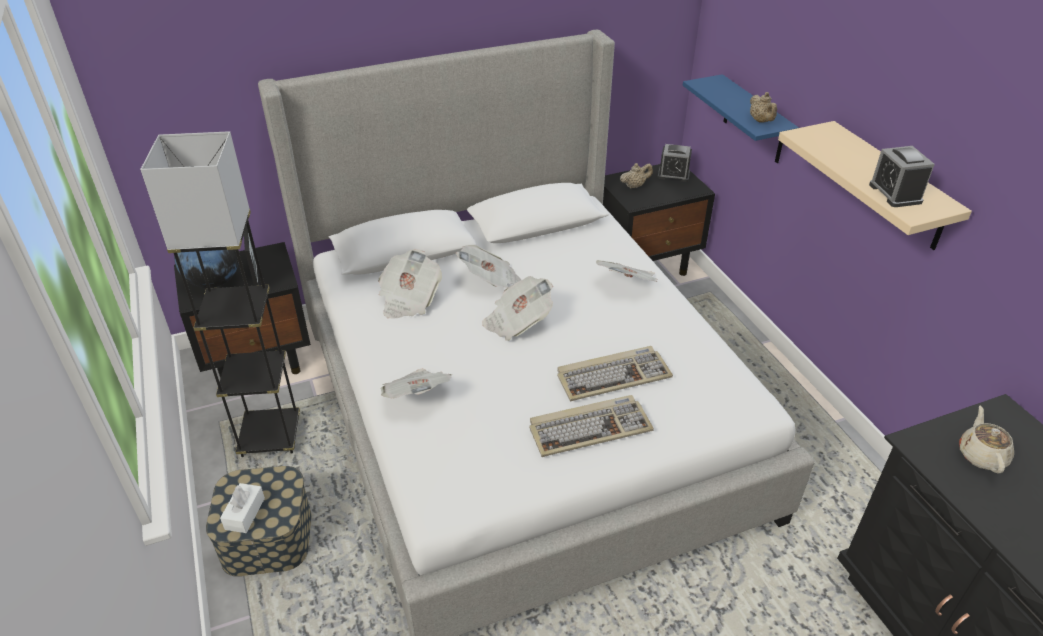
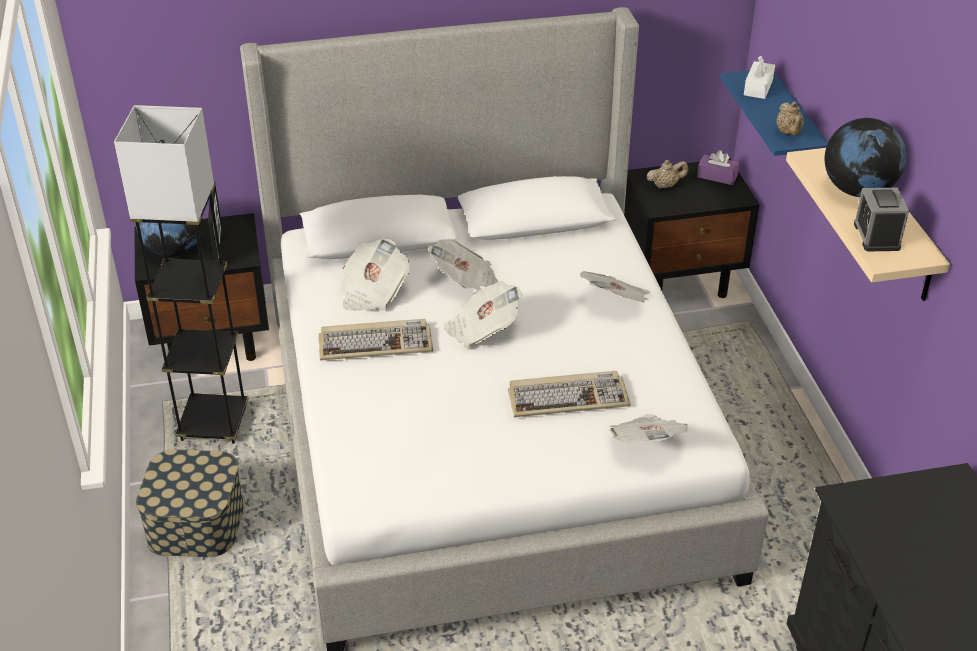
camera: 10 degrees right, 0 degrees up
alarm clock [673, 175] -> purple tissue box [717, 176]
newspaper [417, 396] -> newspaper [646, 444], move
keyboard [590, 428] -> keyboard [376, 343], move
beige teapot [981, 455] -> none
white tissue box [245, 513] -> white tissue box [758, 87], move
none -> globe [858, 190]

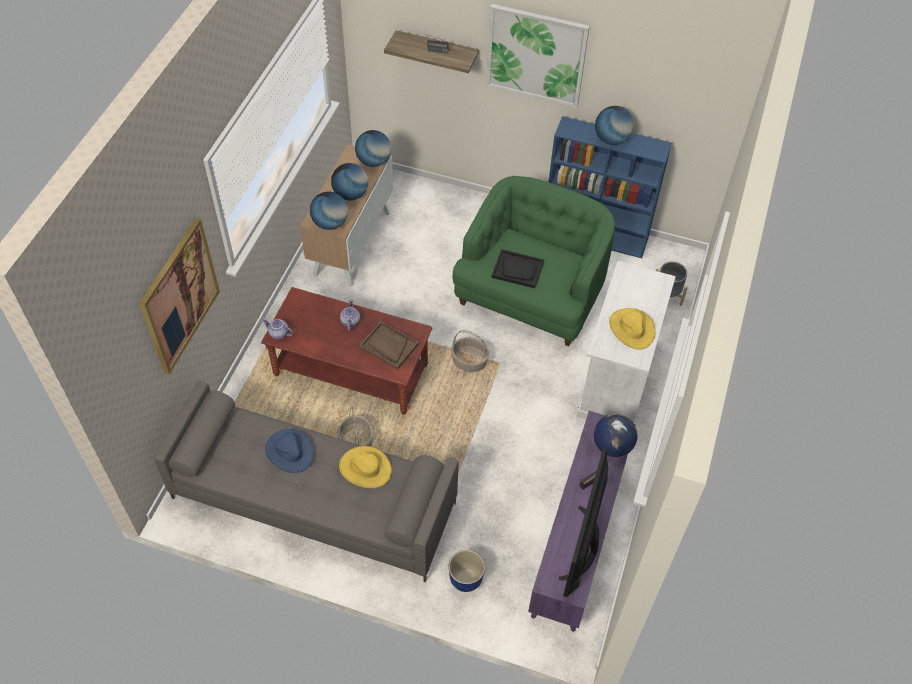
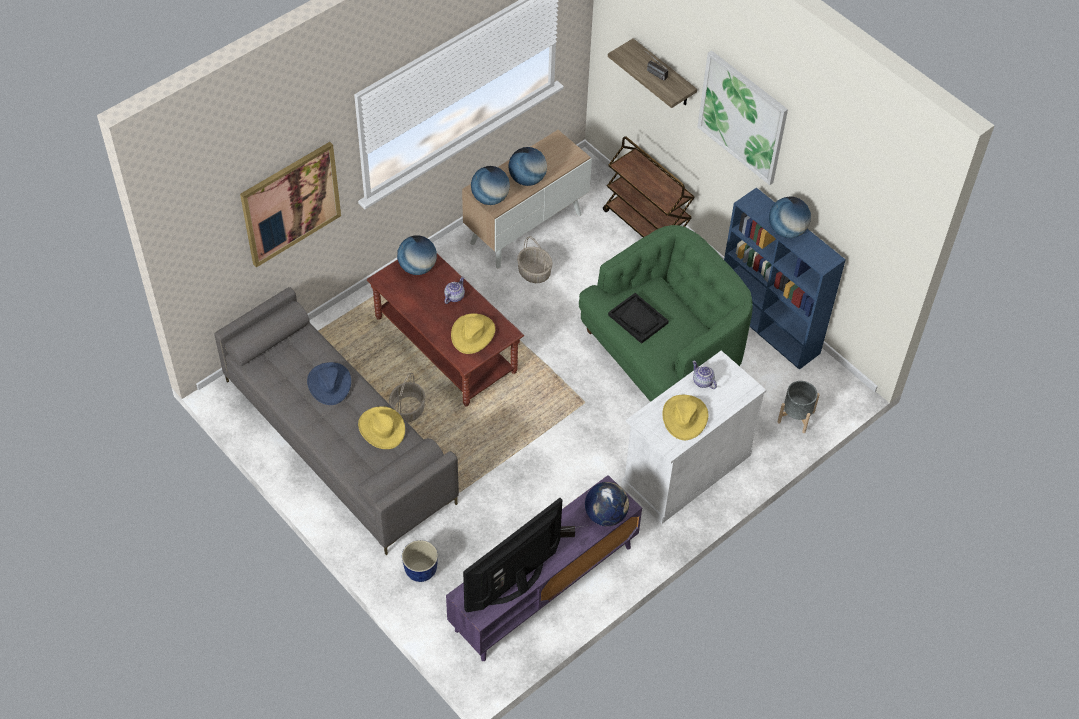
camera: 30 degrees right, 0 degrees up
globe [373, 161] -> globe [417, 267], move
teapot [278, 334] -> teapot [702, 381], move
brown tray [388, 346] -> yellow hat [473, 334]
basket [469, 361] -> basket [534, 272], move
none -> brown cart [646, 227]

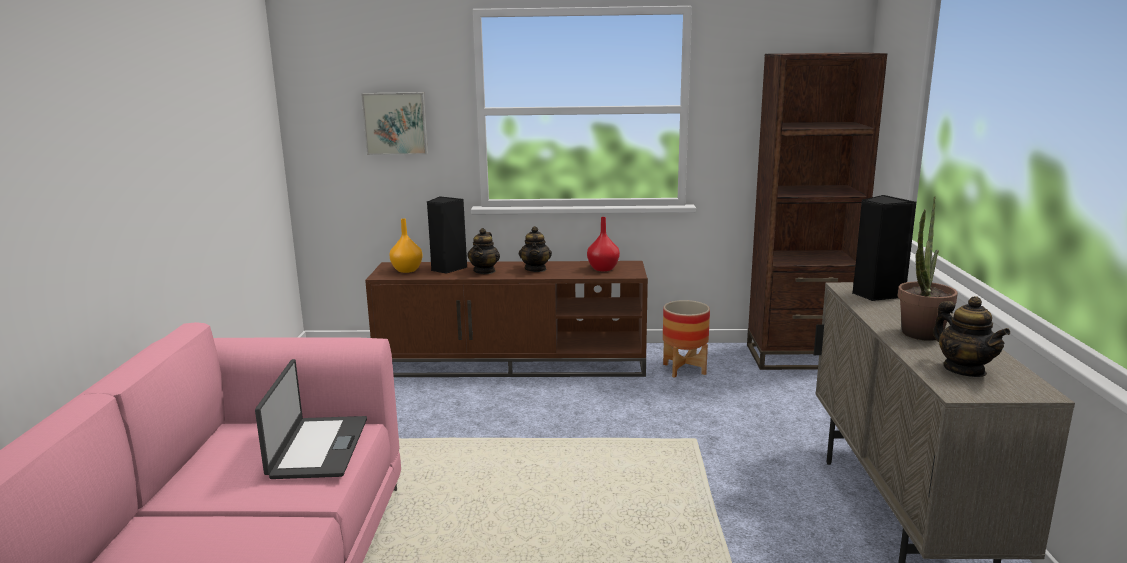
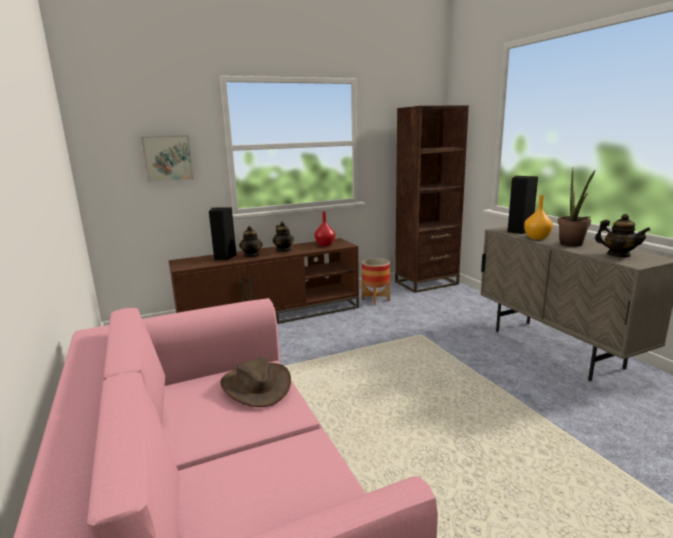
camera: 25 degrees left, 0 degrees up
orange vase [407, 270] -> orange vase [537, 238], move
laptop [317, 448] -> brown hat [256, 385]

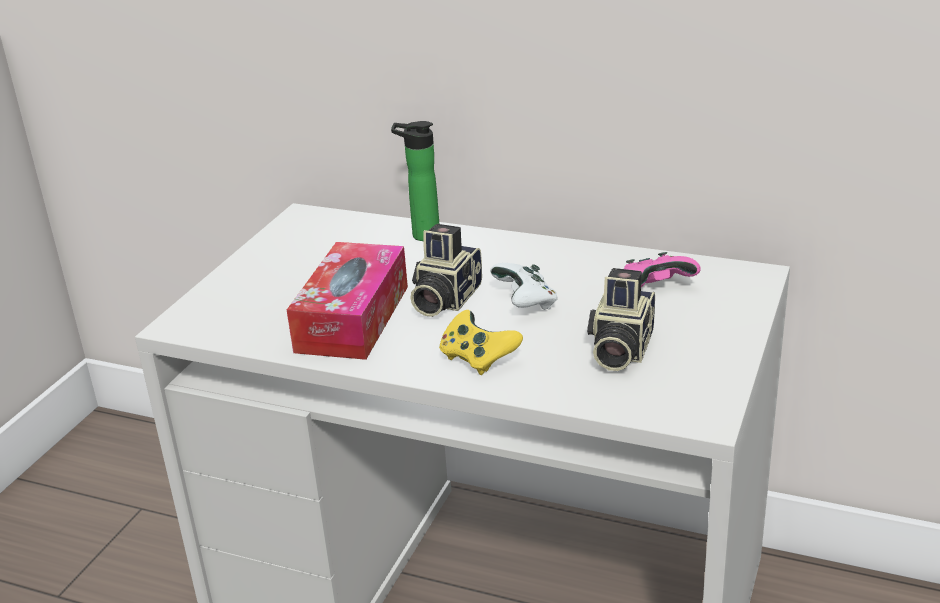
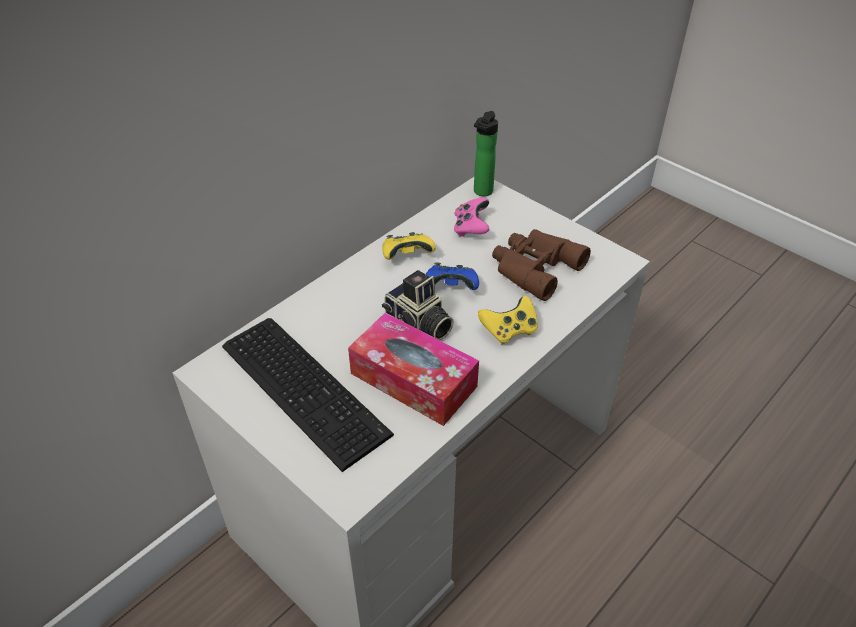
camera: 70 degrees left, 15 degrees up
bottle [421, 235] -> bottle [481, 192], move
white game controller [526, 303] -> blue game controller [451, 287]
photo camera [619, 349] -> brown binoculars [533, 267]
none -> yellow game controller [407, 256]
none -> keyboard [305, 386]

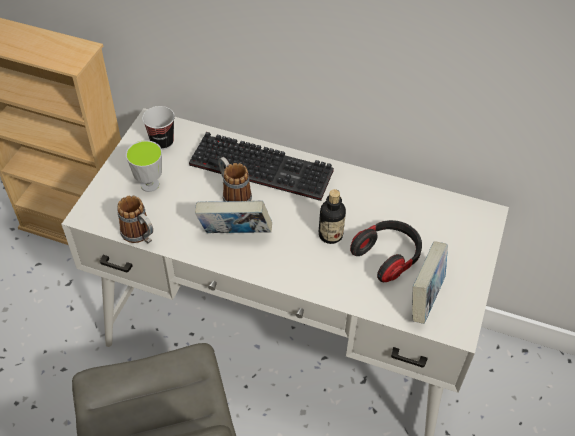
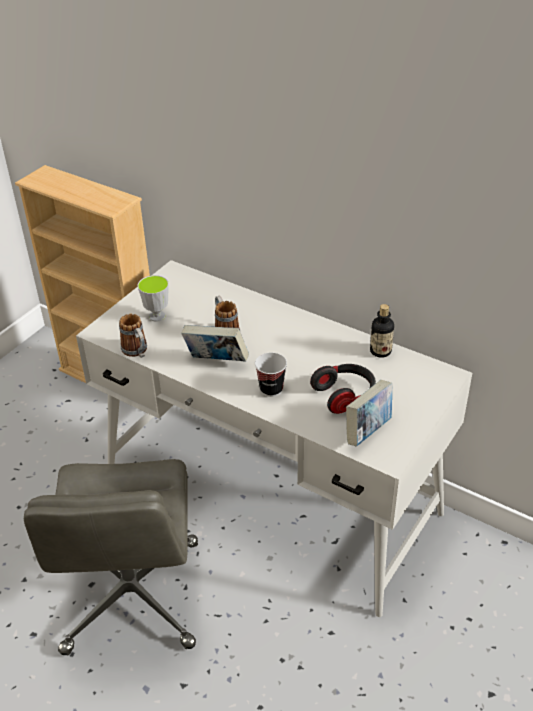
camera: 15 degrees right, 10 degrees down
cup [162, 142] -> cup [271, 389], move
keyboard [264, 167] -> none
bottle [330, 235] -> bottle [380, 351], move

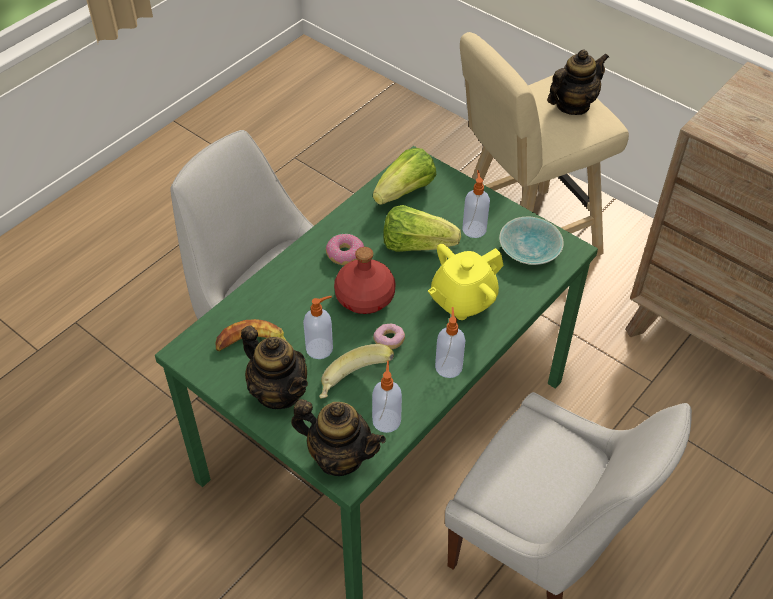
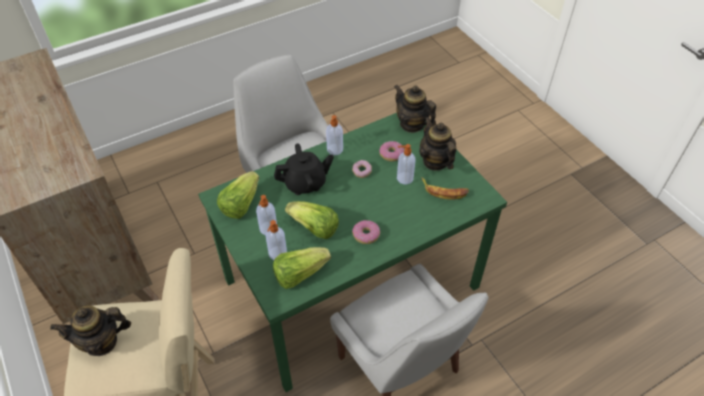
camera: 160 degrees left, 0 degrees up
turquoise bowl [531, 248] -> lettuce [240, 204]
yellow teapot [462, 300] -> black teapot [305, 183]
red bottle [365, 297] -> none
banana [354, 385] -> donut [391, 154]
soap dispenser [386, 420] -> soap dispenser [277, 254], move

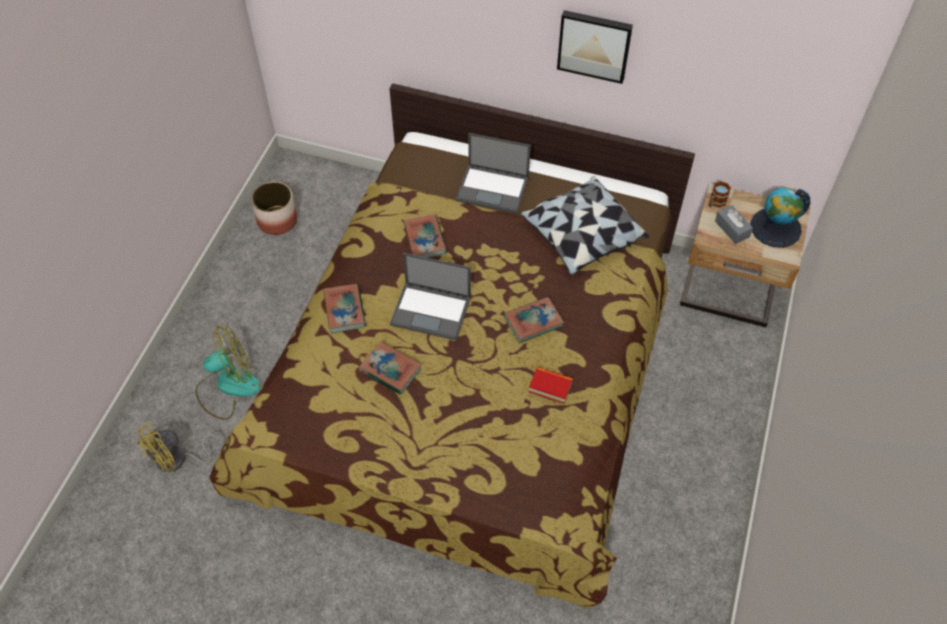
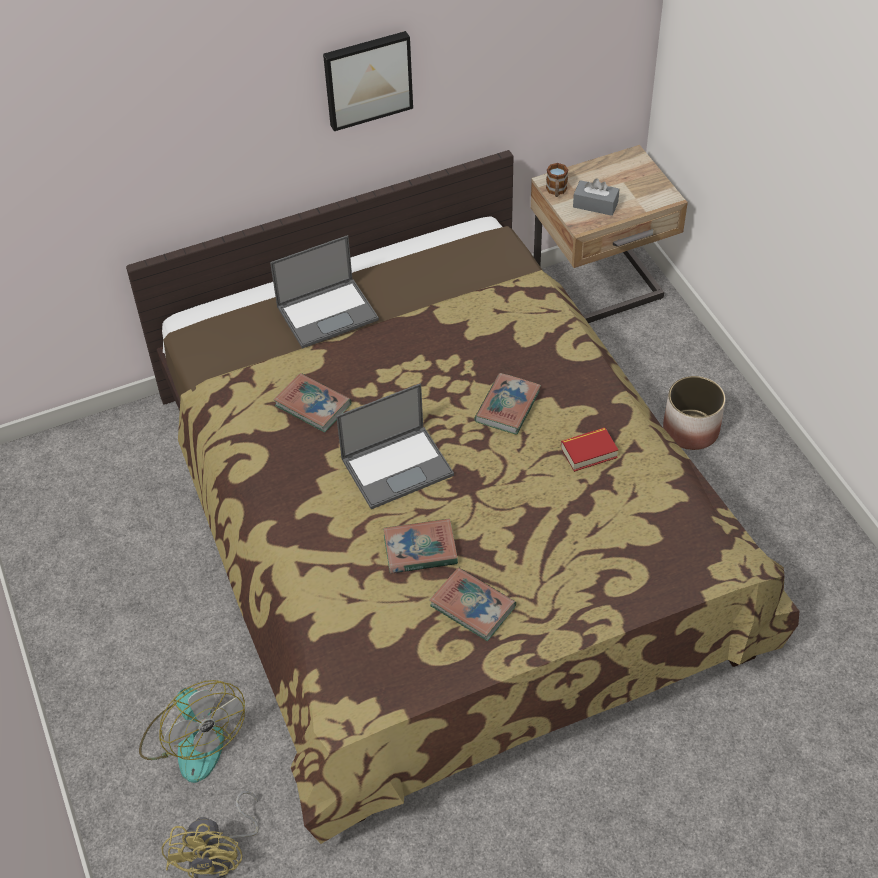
camera: 40 degrees left, 5 degrees down
pillow [581, 236] -> none
planter [277, 221] -> planter [691, 430], move
globe [775, 228] -> none
book [345, 310] -> book [472, 606], move
fan [228, 386] -> fan [193, 739], 120 degrees clockwise

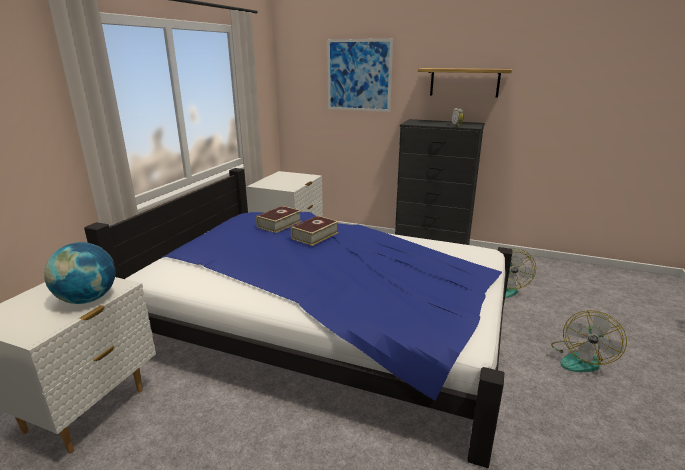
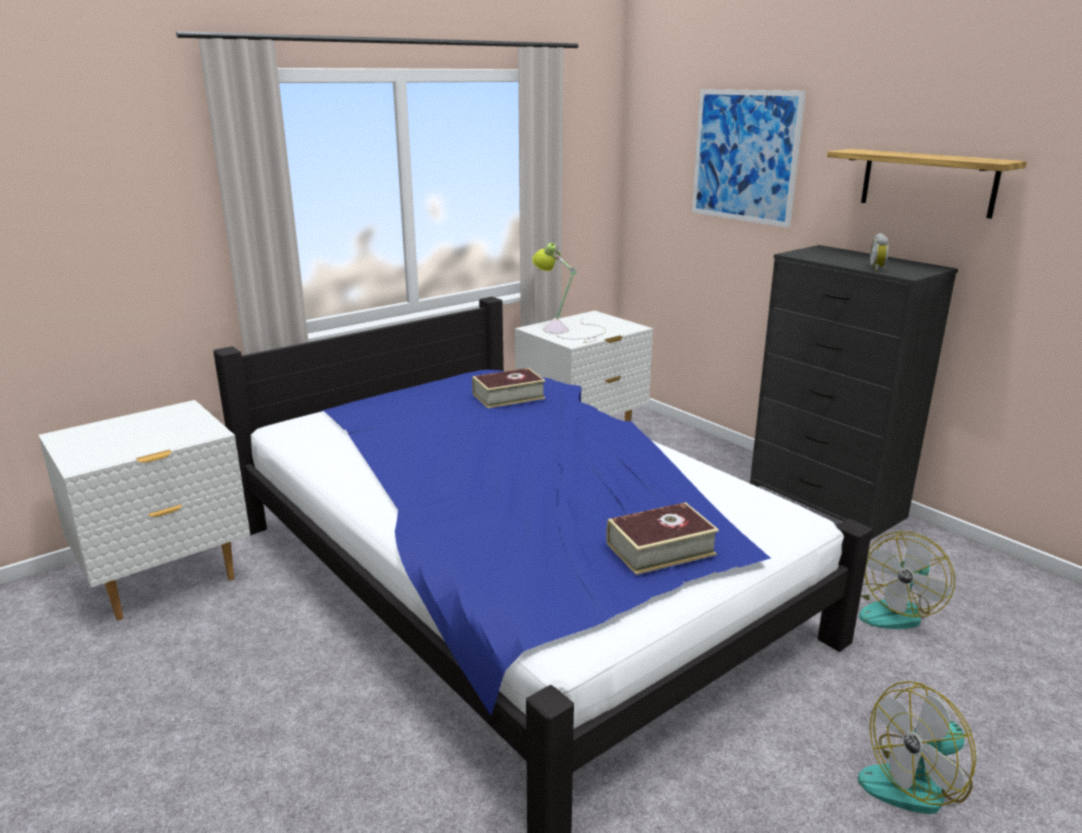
camera: 30 degrees right, 0 degrees up
book [315, 235] -> book [660, 549], move
globe [88, 299] -> none
none -> table lamp [566, 330]

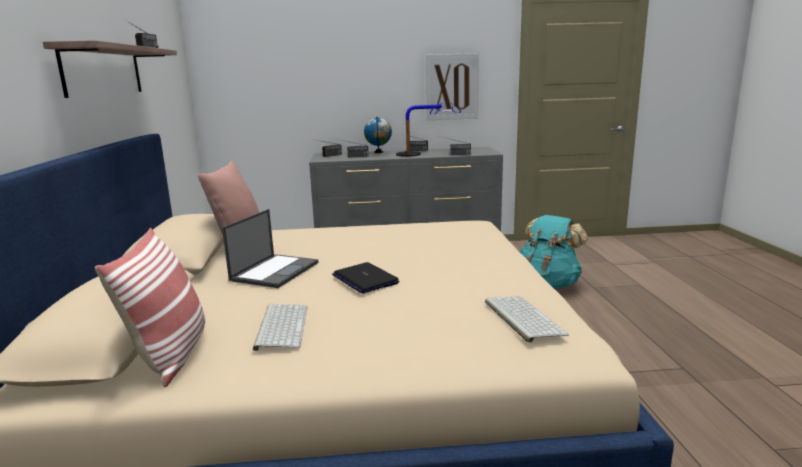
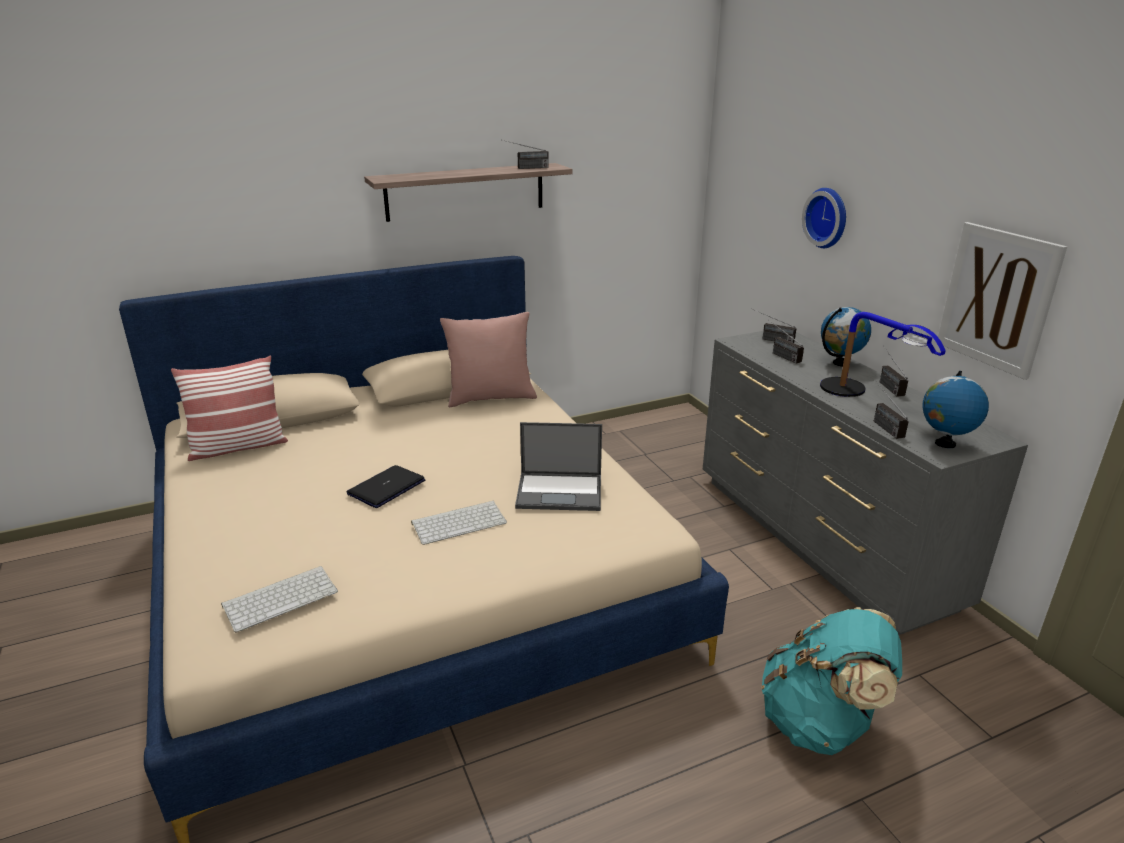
camera: 70 degrees right, 10 degrees up
laptop [275, 271] -> laptop [560, 491], move
keyboard [280, 326] -> keyboard [459, 522], move
none -> wall clock [828, 217]
none -> globe [944, 444]

